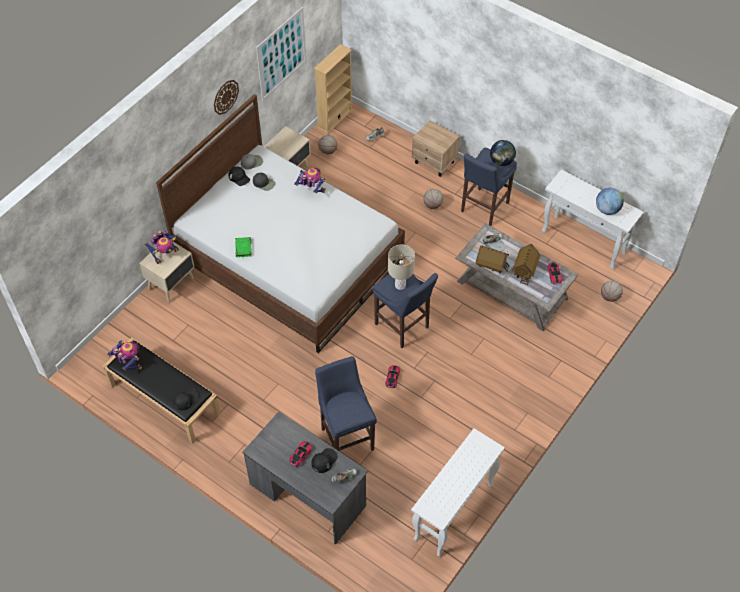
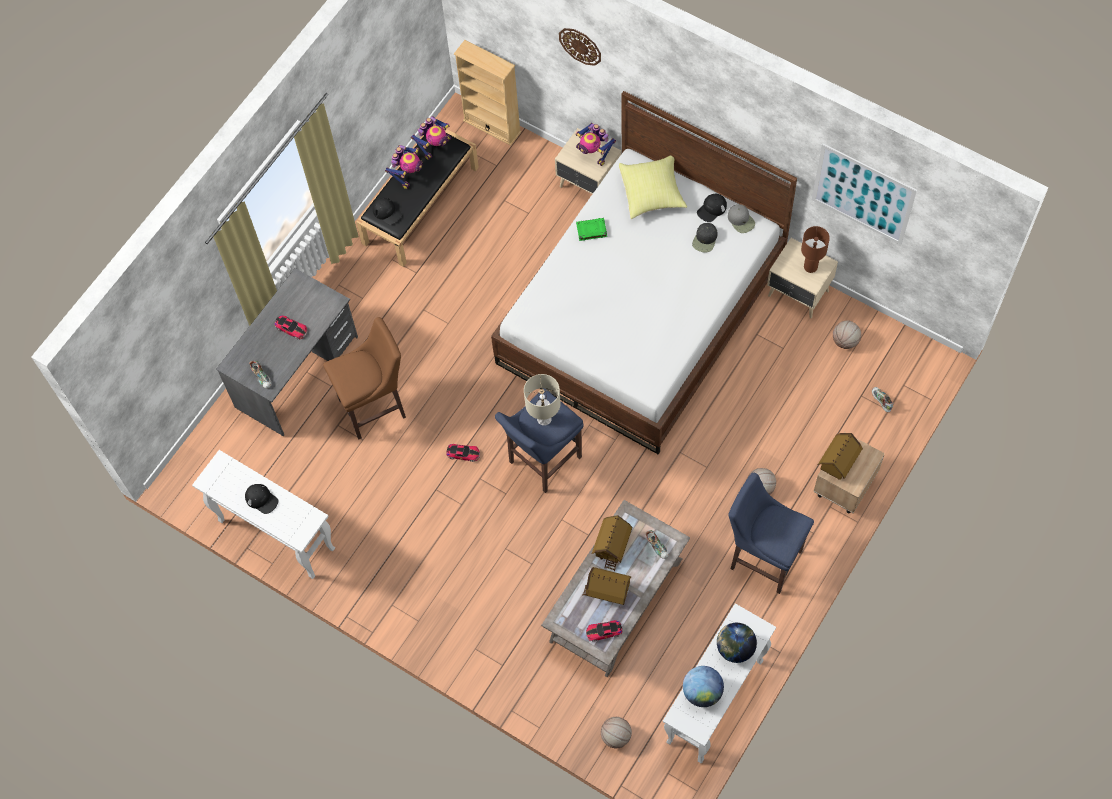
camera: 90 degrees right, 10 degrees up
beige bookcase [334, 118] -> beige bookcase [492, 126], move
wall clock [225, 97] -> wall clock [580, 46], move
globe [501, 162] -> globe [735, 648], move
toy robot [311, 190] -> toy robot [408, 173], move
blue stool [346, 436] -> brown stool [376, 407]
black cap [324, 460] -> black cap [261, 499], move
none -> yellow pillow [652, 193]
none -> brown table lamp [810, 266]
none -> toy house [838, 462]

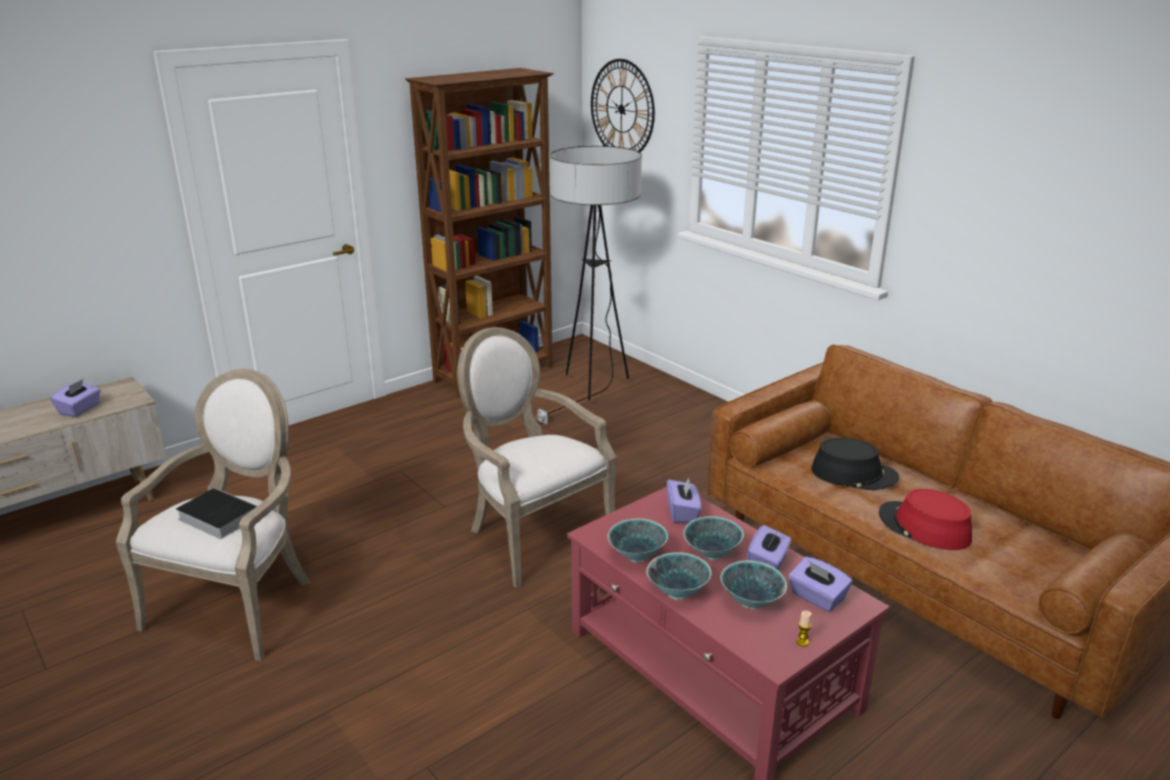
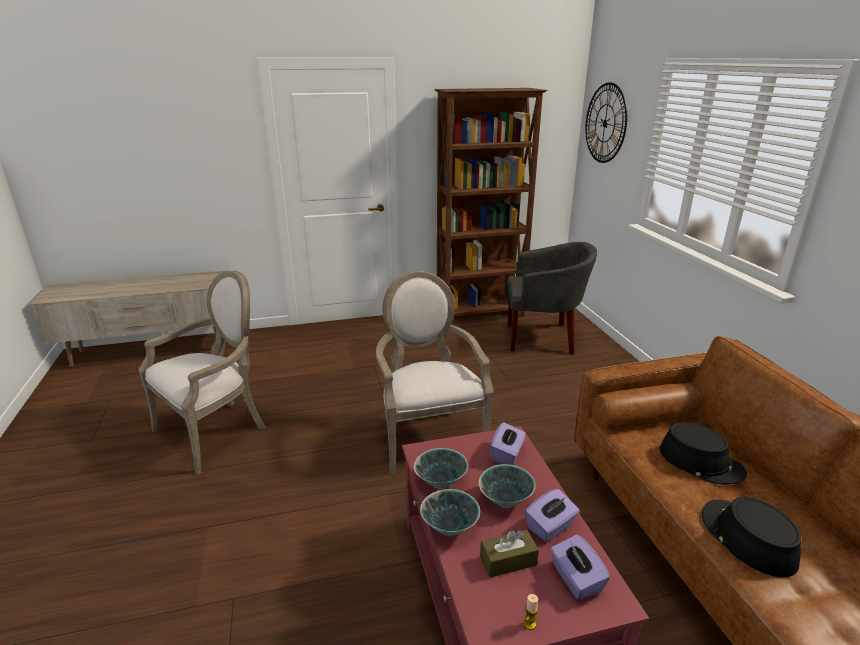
camera: 25 degrees right, 0 degrees up
floor lamp [592, 391] -> grey armchair [542, 338]
purple tissue box [80, 409] -> none
book [216, 517] -> none
red hat [923, 527] -> black hat [747, 538]
bowl [750, 602] -> brown tissue box [508, 561]

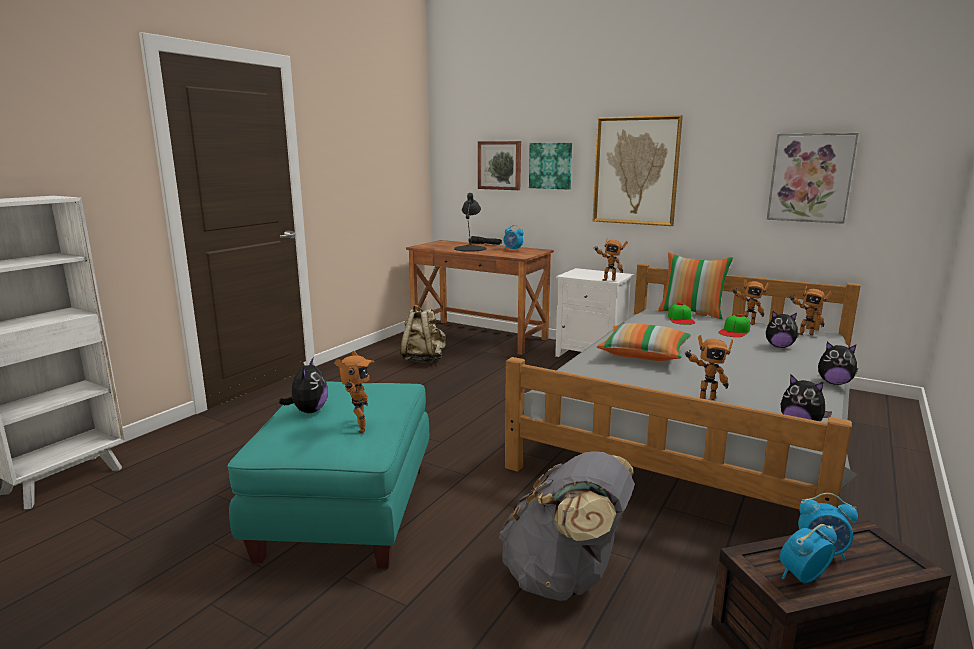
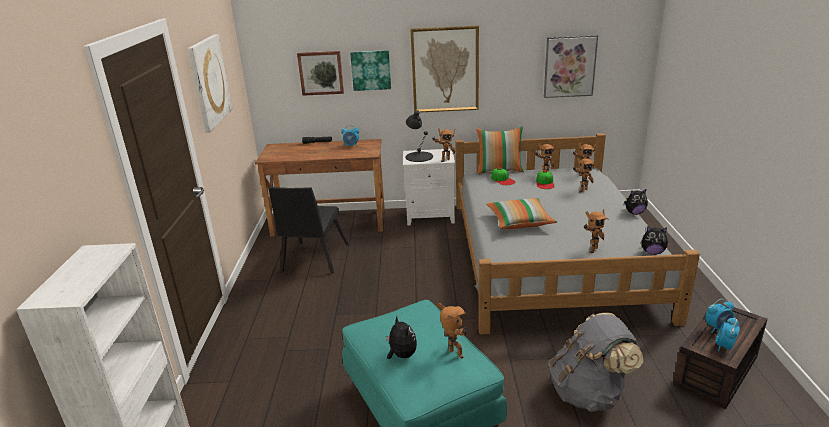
camera: 30 degrees left, 10 degrees up
black table lamp [470, 248] -> black table lamp [419, 156], move
beige backpack [423, 360] -> black chair [313, 260]
plush toy [779, 346] -> toy robot [581, 190]
none -> picture [209, 82]

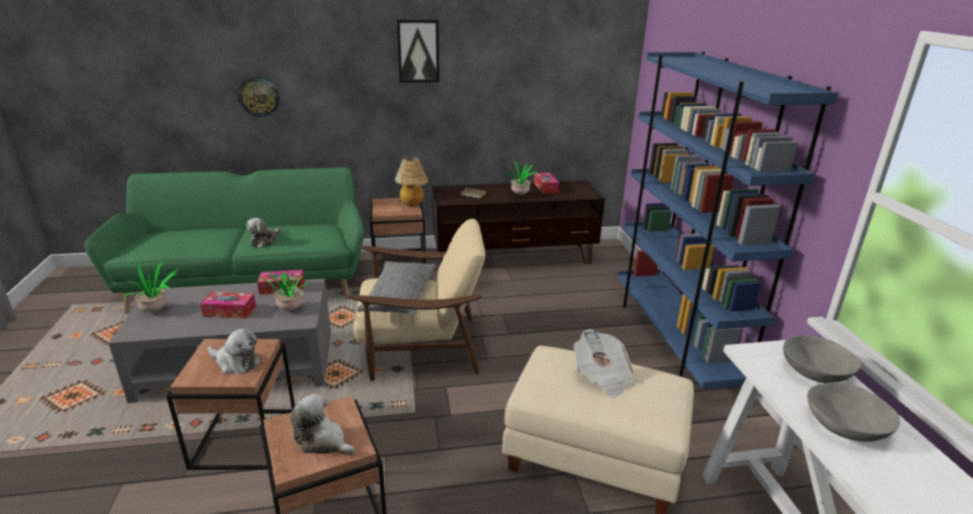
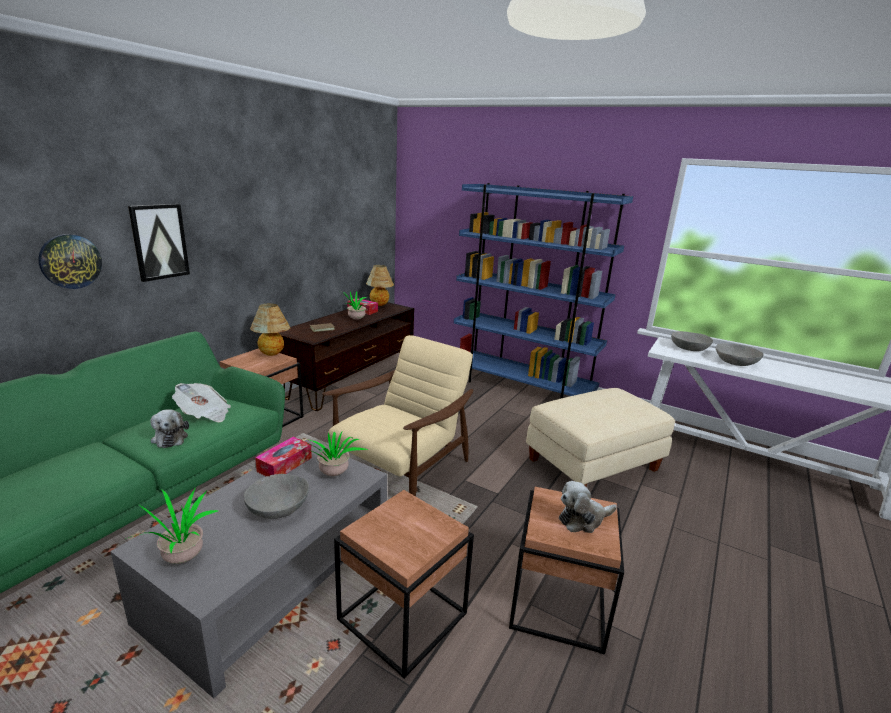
camera: 50 degrees left, 5 degrees down
picture [418, 51] -> picture [159, 242], move
grey pillow [399, 297] -> none
tissue box [229, 311] -> grey bowl [278, 508]
plush toy [235, 362] -> none
newspaper [602, 377] -> newspaper [204, 414], move
none -> table lamp [379, 305]

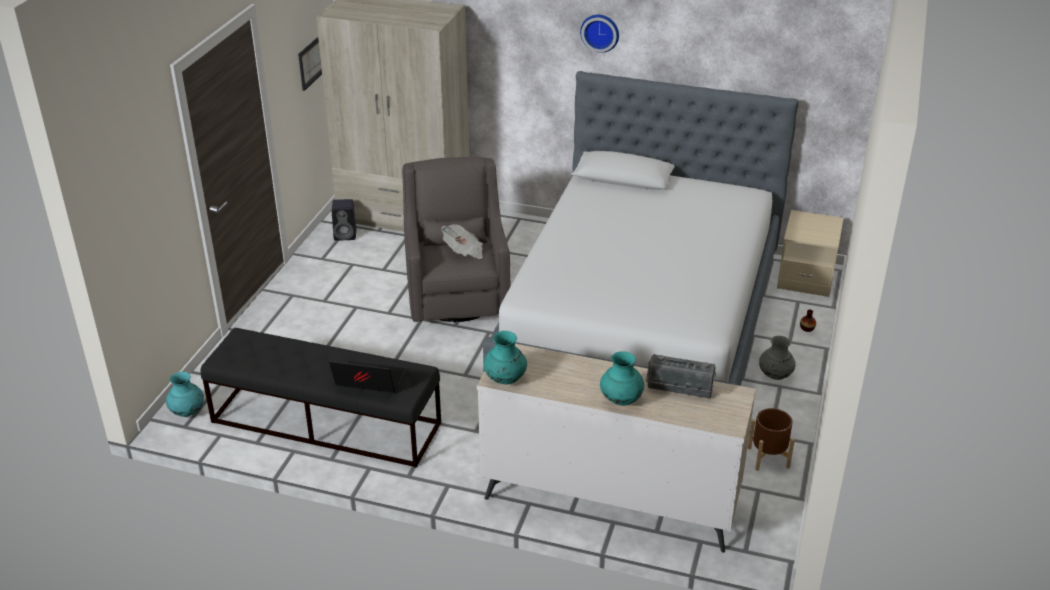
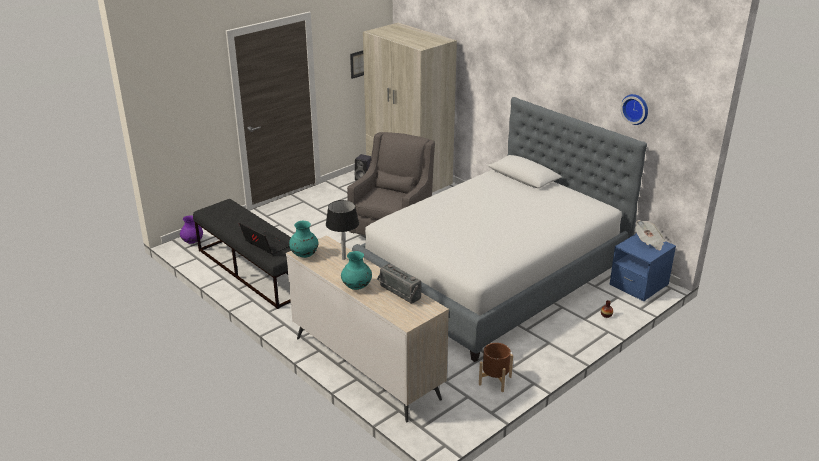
camera: 30 degrees right, 5 degrees down
wall clock [600, 32] -> wall clock [635, 108], move
beige nightstand [806, 278] -> blue nightstand [639, 285]
newspaper [464, 251] -> newspaper [649, 242], move
grey vase [775, 375] -> none
turquoise vase [188, 412] -> purple vase [193, 242]
none -> black table lamp [344, 258]

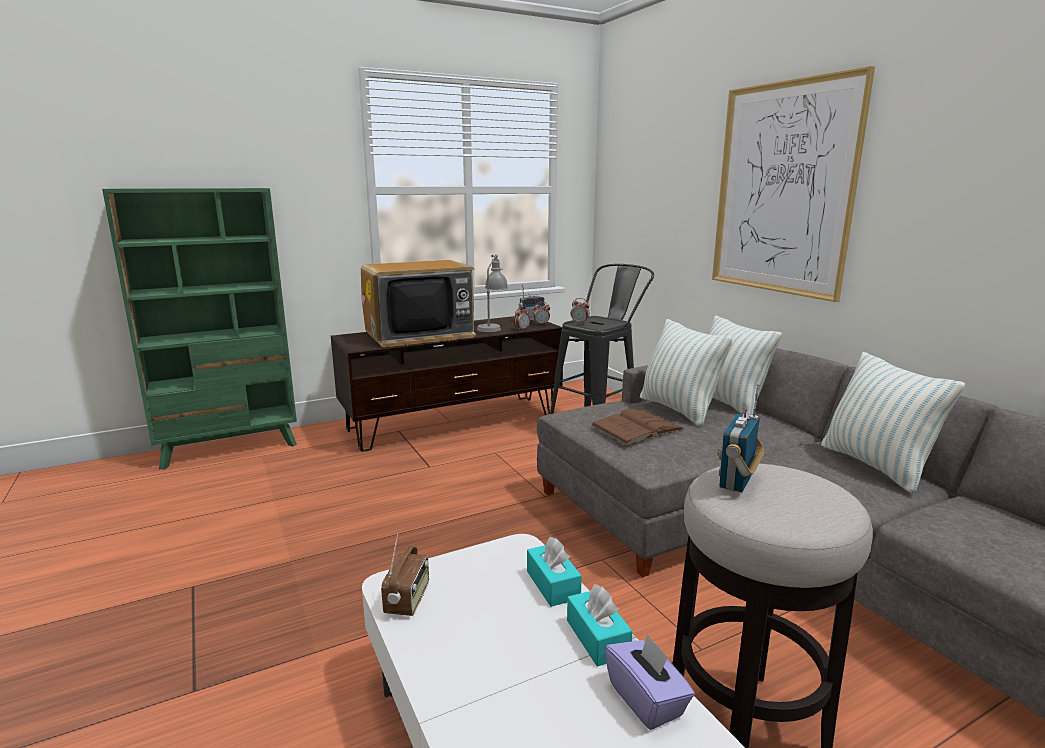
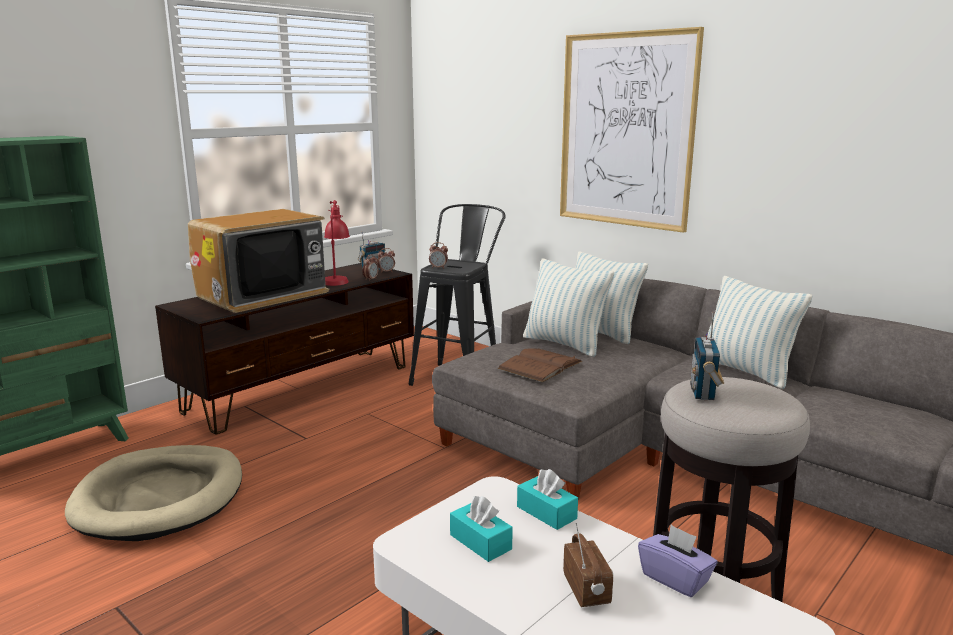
camera: 20 degrees left, 0 degrees up
grey table lamp [492, 327] -> red table lamp [336, 279]
radio [408, 600] -> radio [587, 590], move
turquoise tissue box [597, 638] -> turquoise tissue box [480, 542], move
none -> beige dog bed [160, 497]

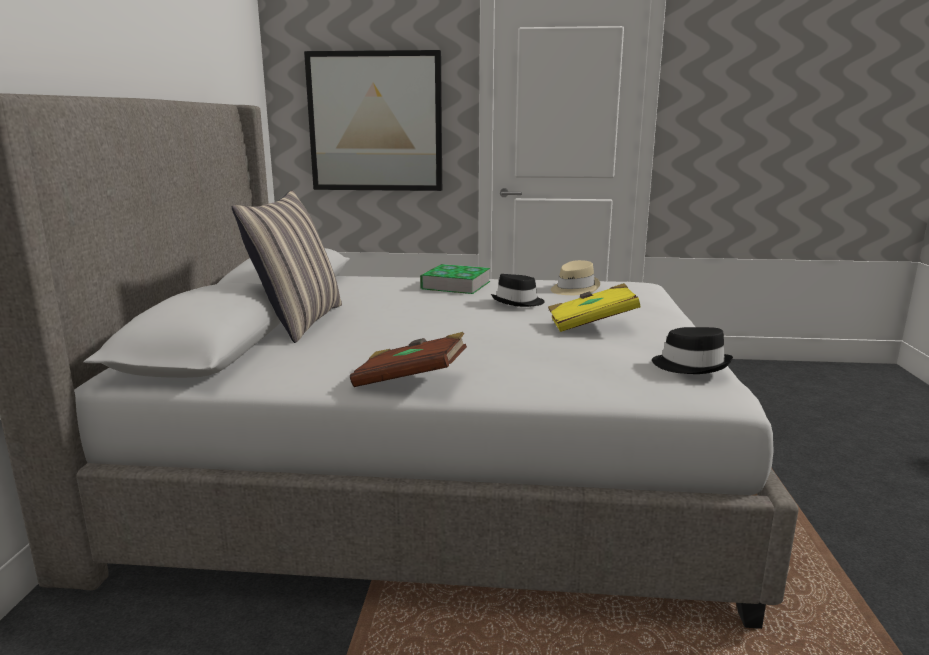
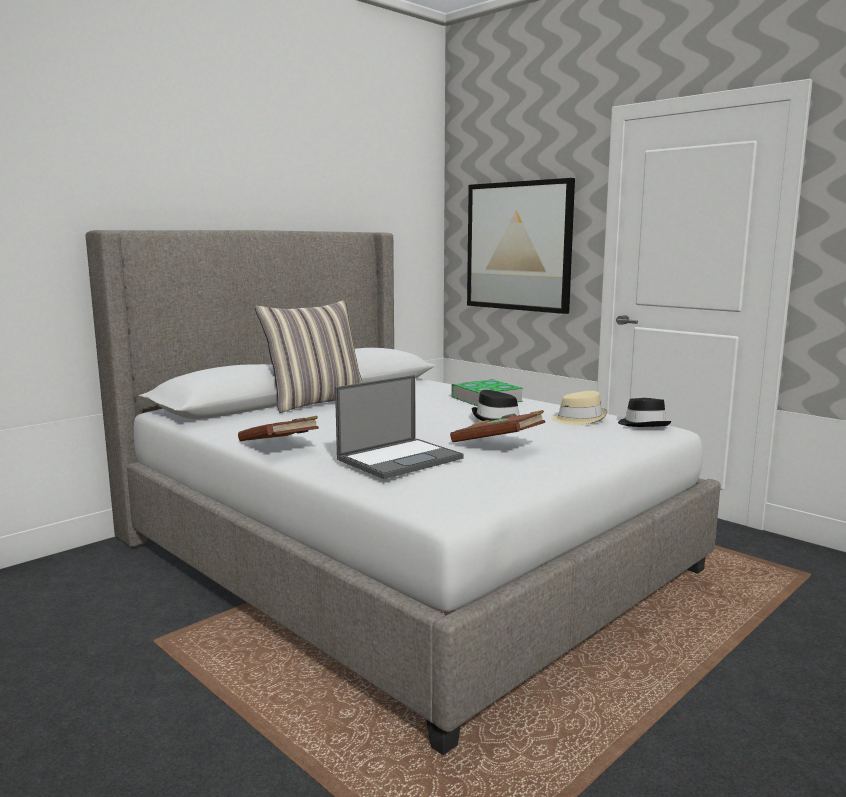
camera: 40 degrees right, 5 degrees down
yellow book [591, 324] -> brown book [497, 444]
black hat [691, 365] -> black hat [643, 424], move
none -> laptop [400, 458]

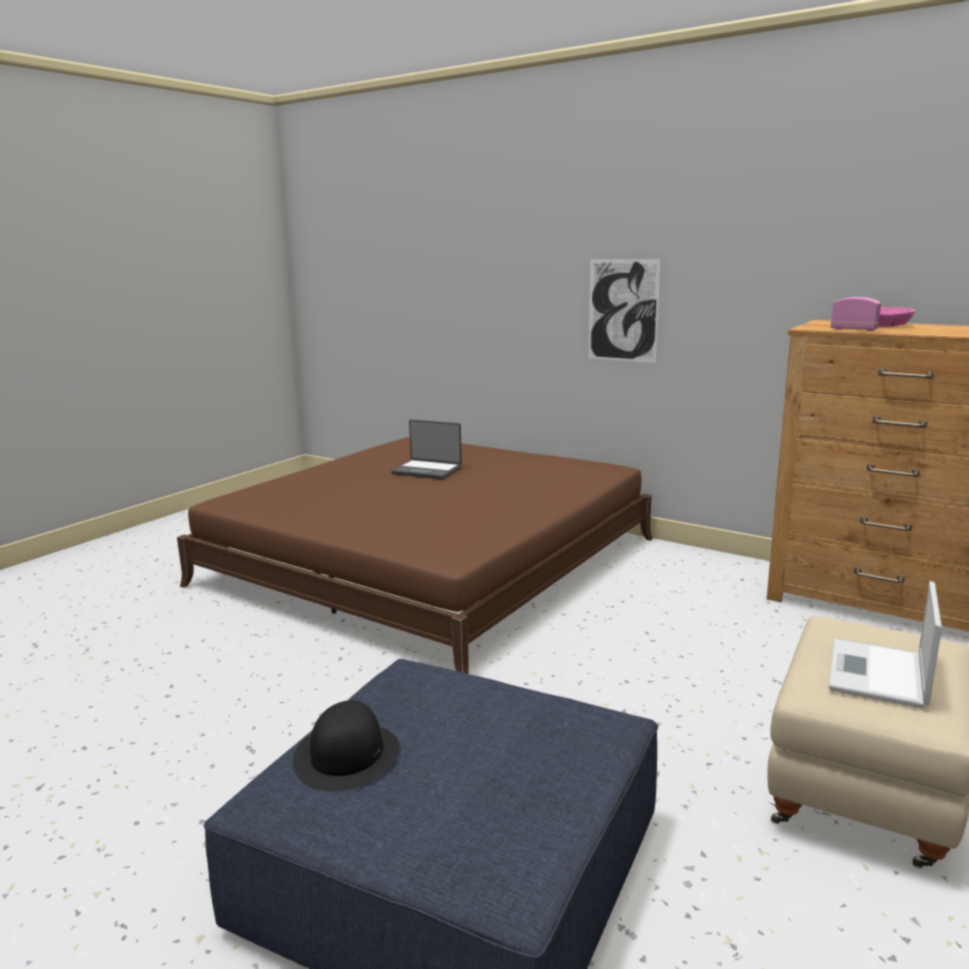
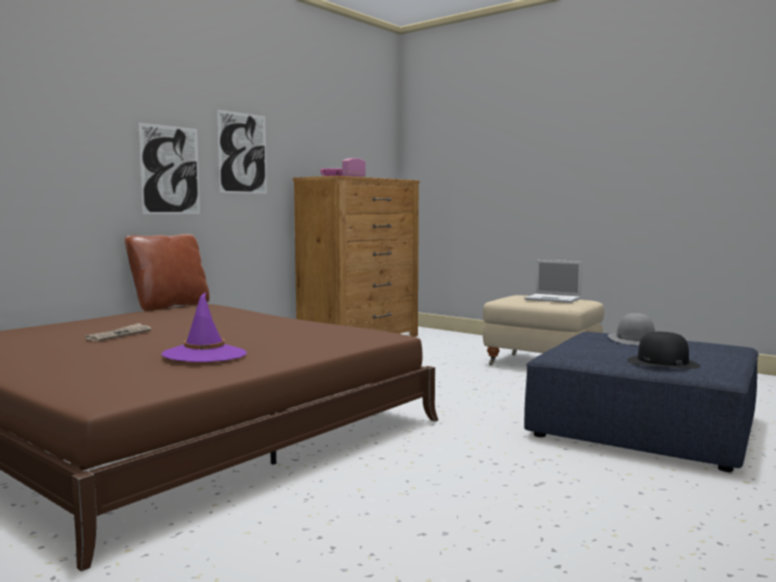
camera: 85 degrees left, 10 degrees down
laptop [427, 470] -> newspaper [119, 334]
none -> picture [242, 153]
none -> brown pillow [170, 306]
none -> purple hat [205, 354]
none -> grey hat [635, 339]

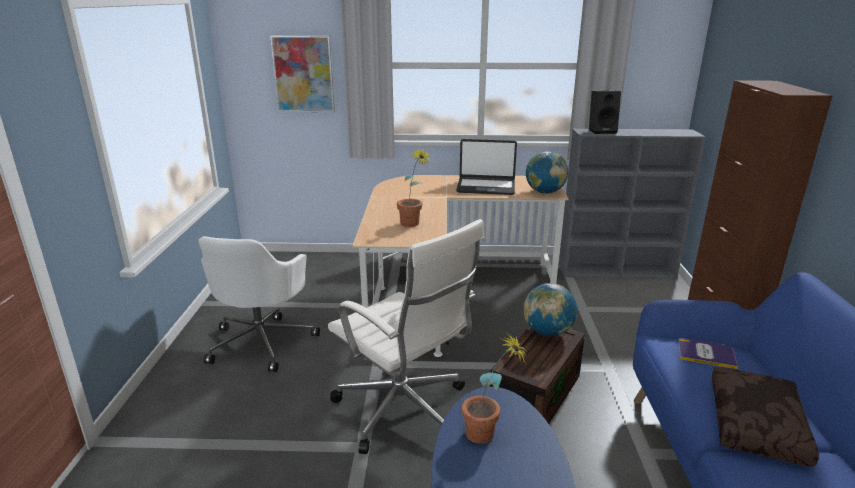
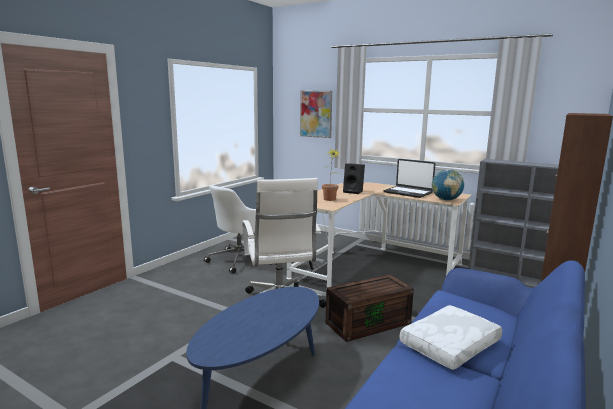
camera: 30 degrees right, 10 degrees down
black speaker [602, 131] -> black speaker [354, 192], move
globe [547, 332] -> none
potted plant [488, 436] -> none
book [706, 354] -> none
brown pillow [758, 425] -> white pillow [450, 346]

